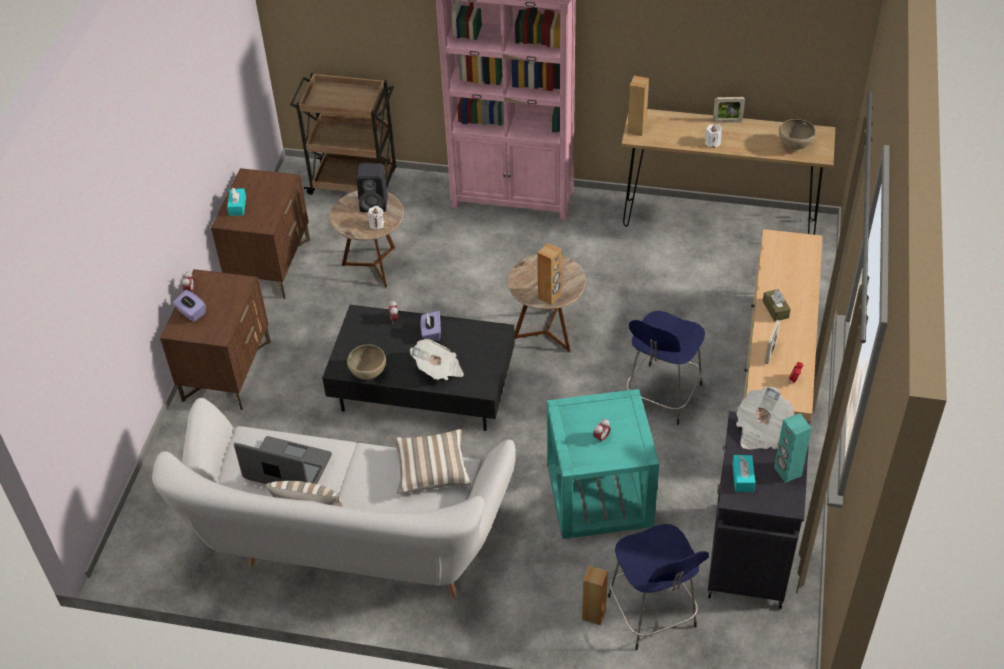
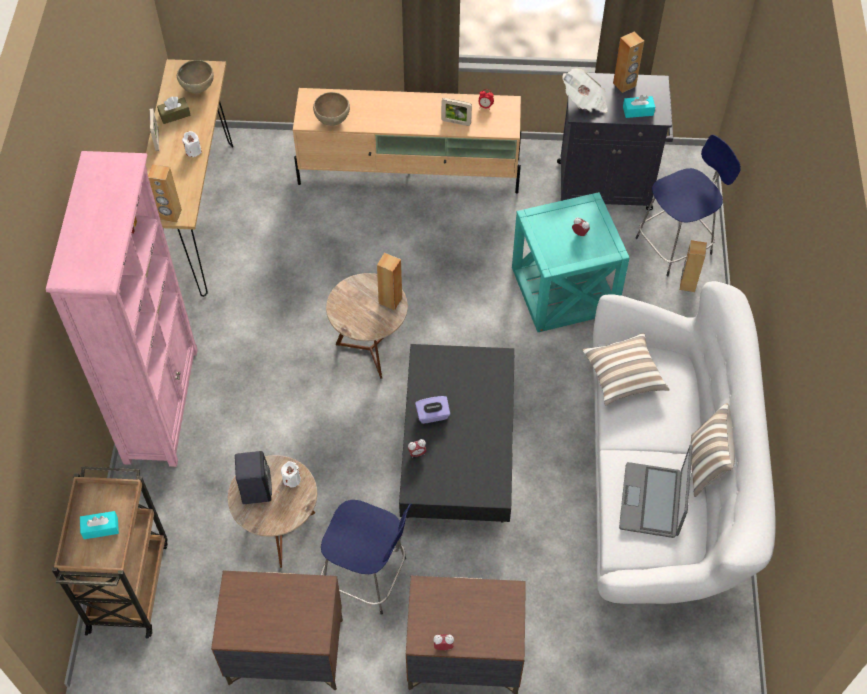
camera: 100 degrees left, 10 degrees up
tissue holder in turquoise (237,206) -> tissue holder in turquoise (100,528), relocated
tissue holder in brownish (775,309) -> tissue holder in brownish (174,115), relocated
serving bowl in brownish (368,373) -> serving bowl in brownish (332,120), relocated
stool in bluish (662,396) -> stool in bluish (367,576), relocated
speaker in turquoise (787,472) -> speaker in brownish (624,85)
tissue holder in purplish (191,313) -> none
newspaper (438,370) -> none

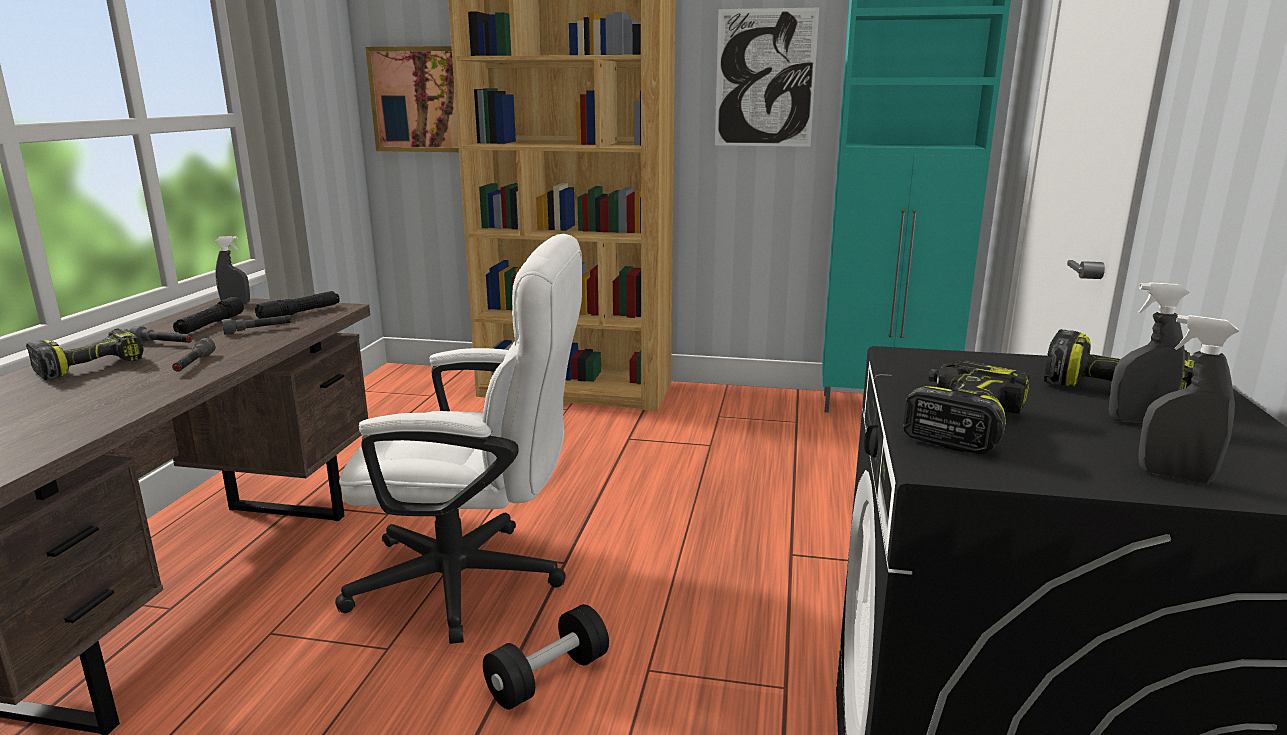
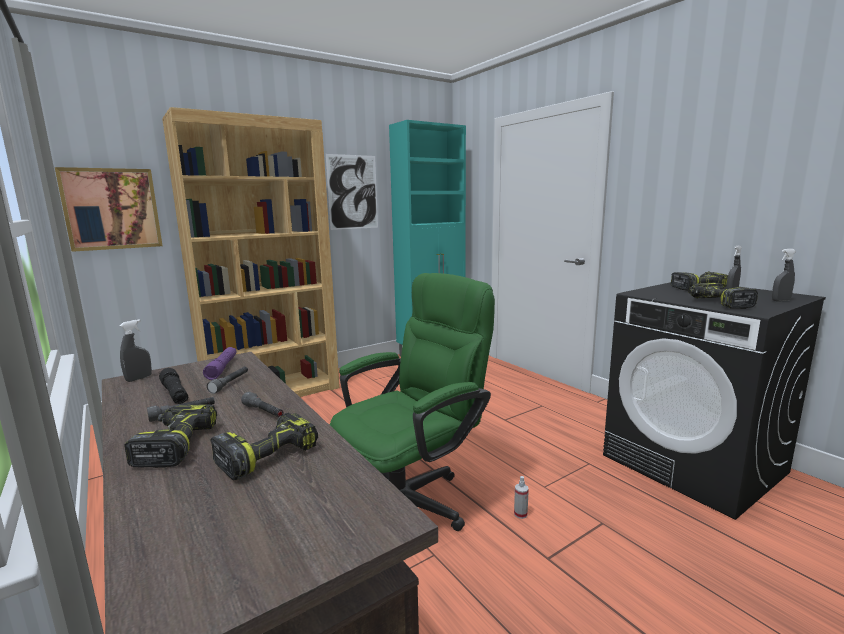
camera: 45 degrees left, 5 degrees down
torch in black-coloured (300,313) -> torch in purplish (222,368)
none -> drill (267,454)
computer chair in white-coloured (476,581) -> computer chair in green-coloured (411,500)
hand weight in black-coloured (548,677) -> spray bottle (520,514)

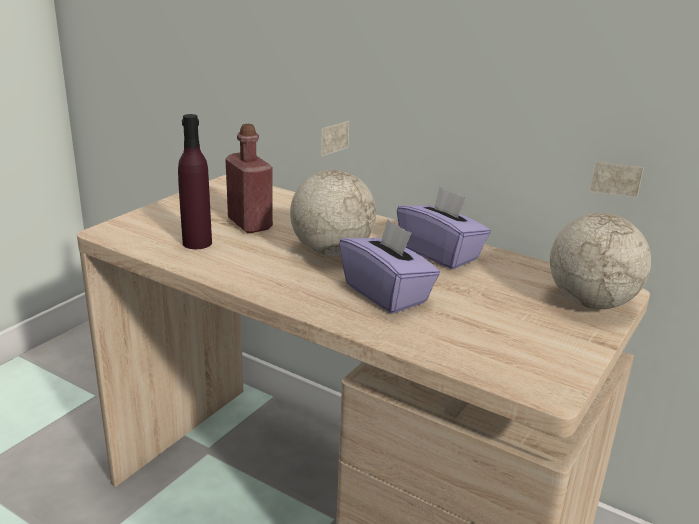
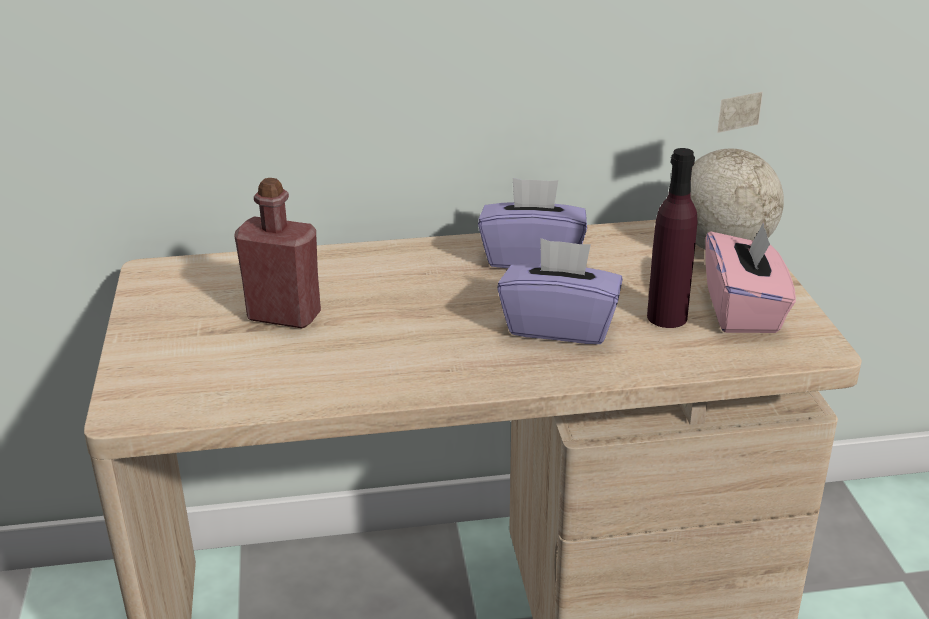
camera: 40 degrees left, 5 degrees up
beverage bottle in purplish (197,243) -> beverage bottle in purplish (667,317), relocated
none -> tissue holder in pinkish (743,310)
desk globe (330,252) -> none

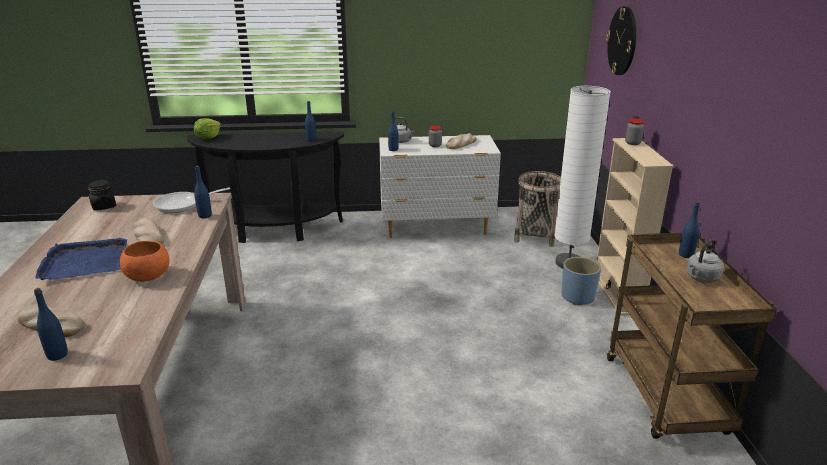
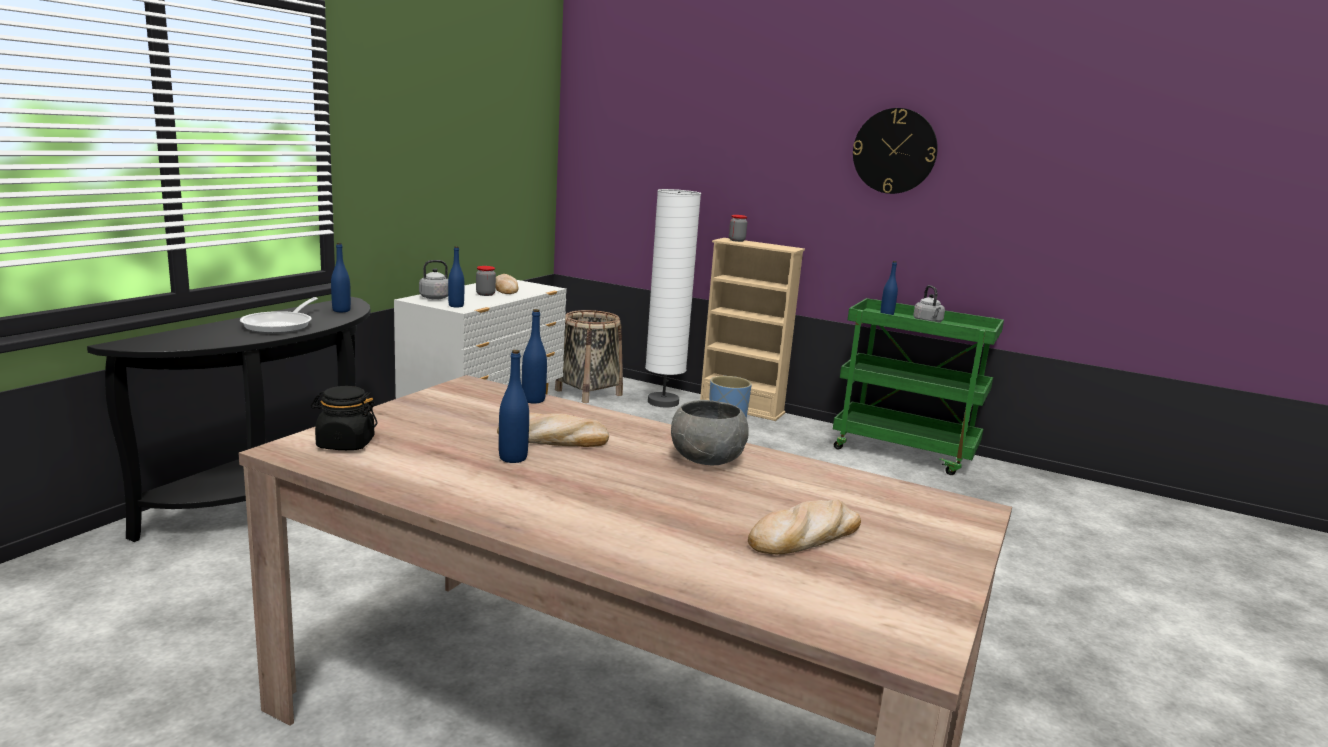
camera: 60 degrees left, 10 degrees down
frying pan (182,205) -> frying pan (281,325), relocated
beverage bottle in bluish (57,355) -> beverage bottle in bluish (513,458), relocated
serving bowl in orangey (148,276) -> serving bowl in gray (707,459)
trolley in brownish (667,397) -> trolley in green-coloured (905,452)
hanging clock (622,41) -> hanging clock (894,151), relocated
serving tray in bluish (85,262) -> none
head of lettuce (208,137) -> none

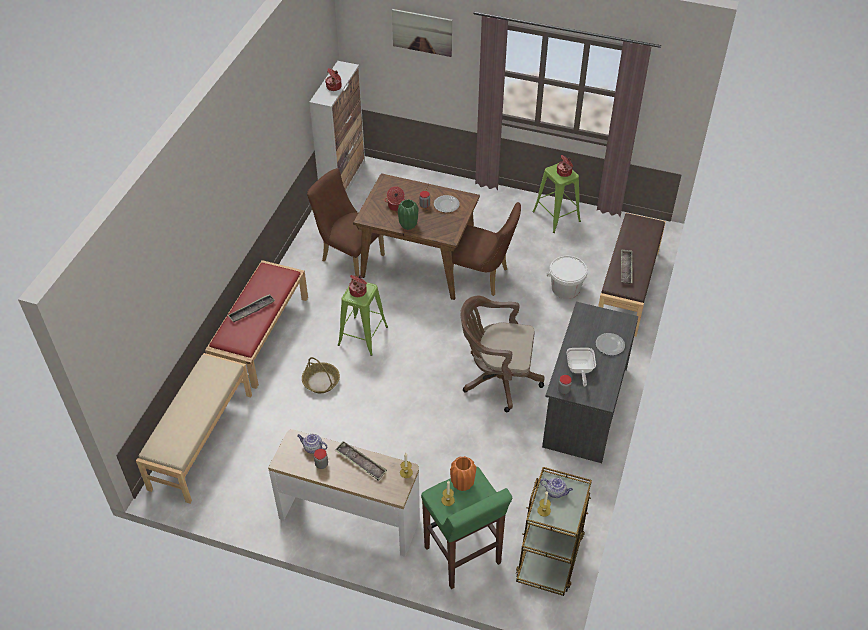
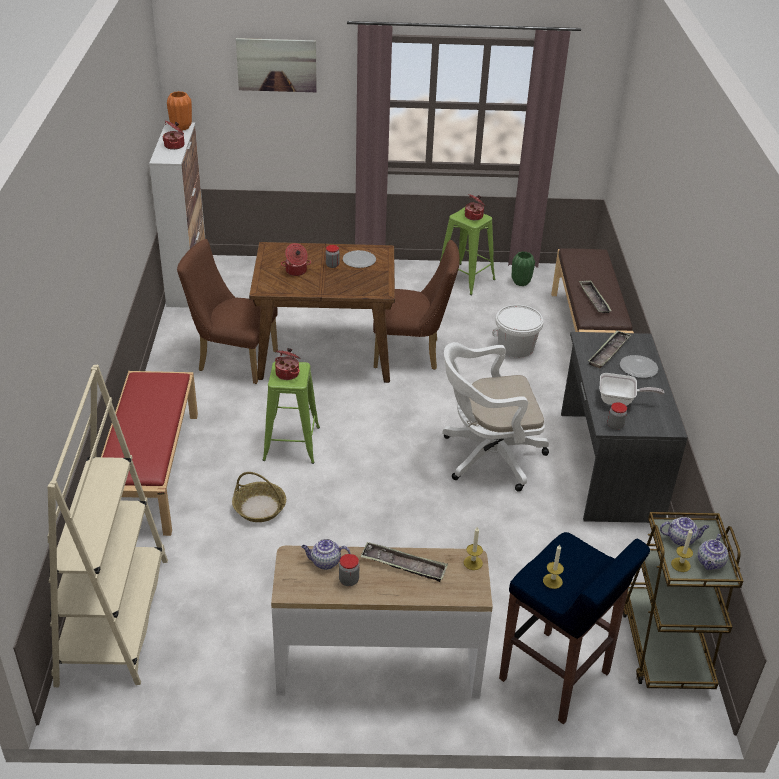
camera: 20 degrees left, 10 degrees down
bench in beige (200,440) -> shelving unit in beige (114,620)
vase in orangey (462,484) -> vase in orangey (181,127), relocated
computer chair in brownish (497,379) -> computer chair in white-coloured (486,457)
stool in green-coloured (463,556) -> stool in bluish (556,677)
vase in green-coloured (408,225) -> vase in green-coloured (521,282), relocated
serving tray (252,310) -> serving tray (608,352), relocated
frying pan (579,370) -> frying pan (620,400), 60 degrees counterclockwise
none -> tea pot (710,563)

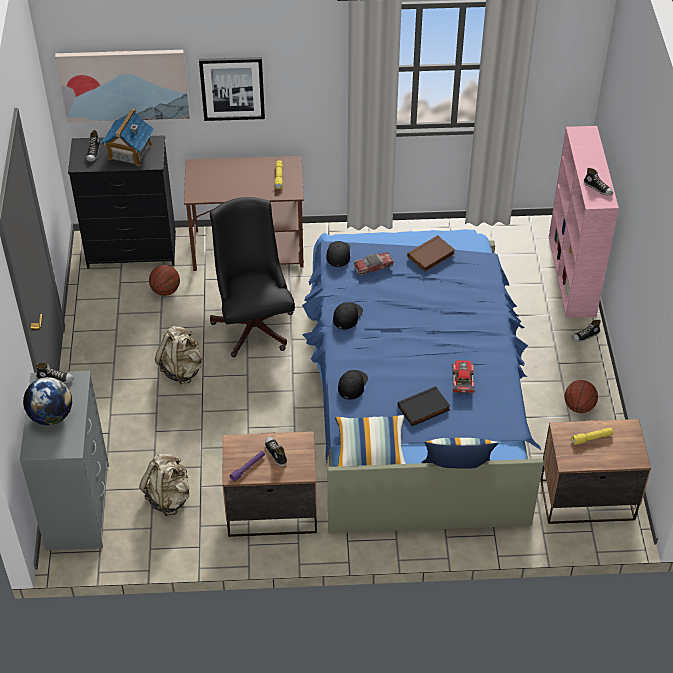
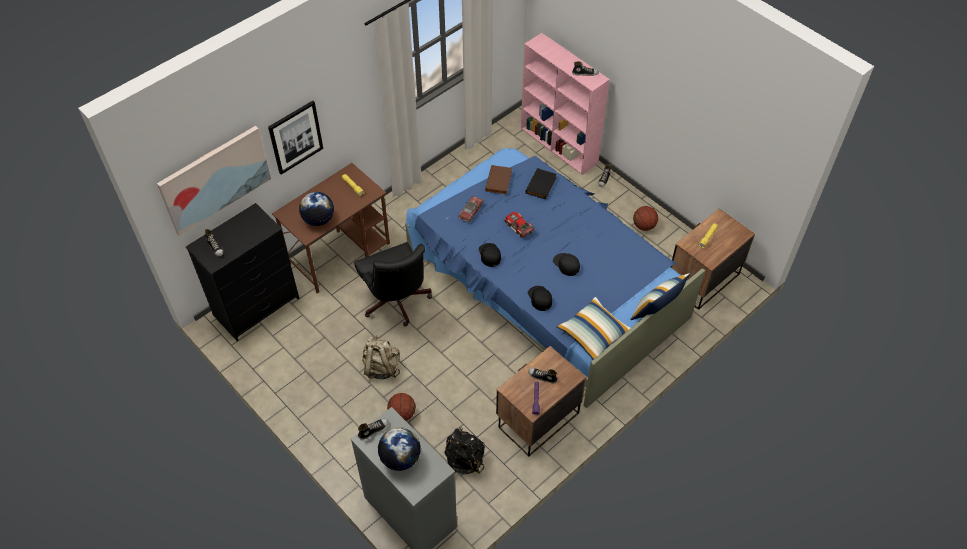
camera: 40 degrees left, 5 degrees up
none -> desk globe (318,219)
computer chair in black-coloured (253,323) -> computer chair in black-coloured (396,303), 150 degrees counterclockwise
ball for basketball (165,291) -> ball for basketball (402,414), relocated
knapsack in beige (168,497) -> knapsack in black-coloured (464,460)
toy car (461,380) -> toy car (518,227), relocated
bound book in black-coloured (424,409) -> bound book in black-coloured (541,185), relocated
cap in black-coloured (338,254) -> cap in black-coloured (566,264), relocated
toy house (129,152) -> none

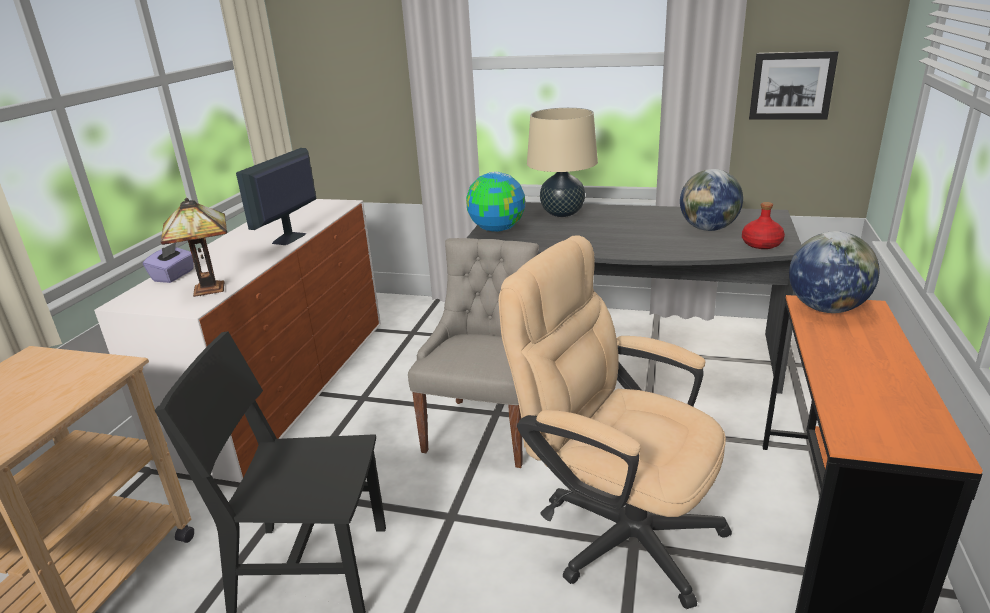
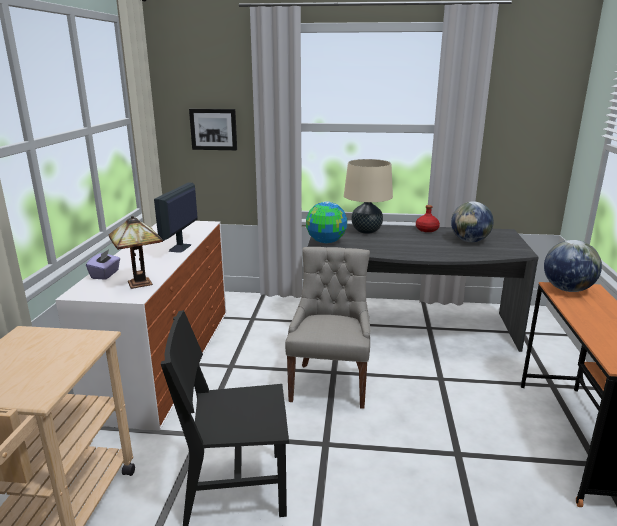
camera: 10 degrees left, 5 degrees down
wall art (791,85) -> wall art (213,129), relocated
beverage bottle in red (761,244) -> beverage bottle in red (426,229), relocated
computer chair in beige (615,528) -> none

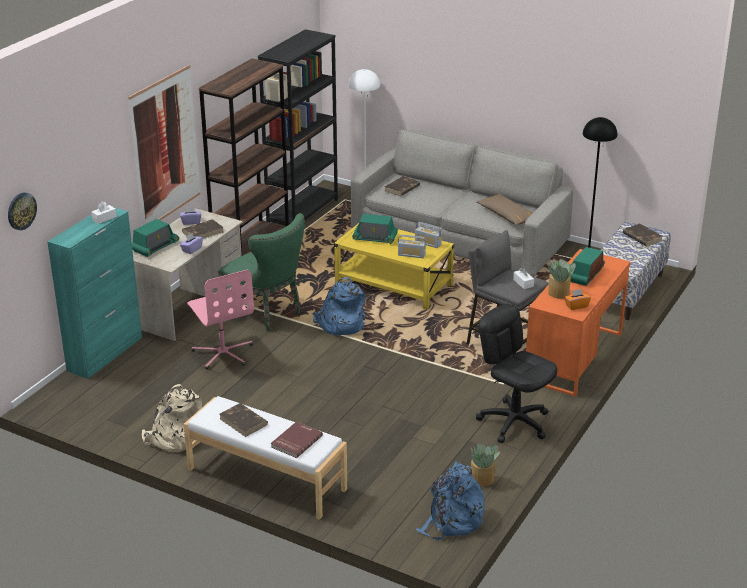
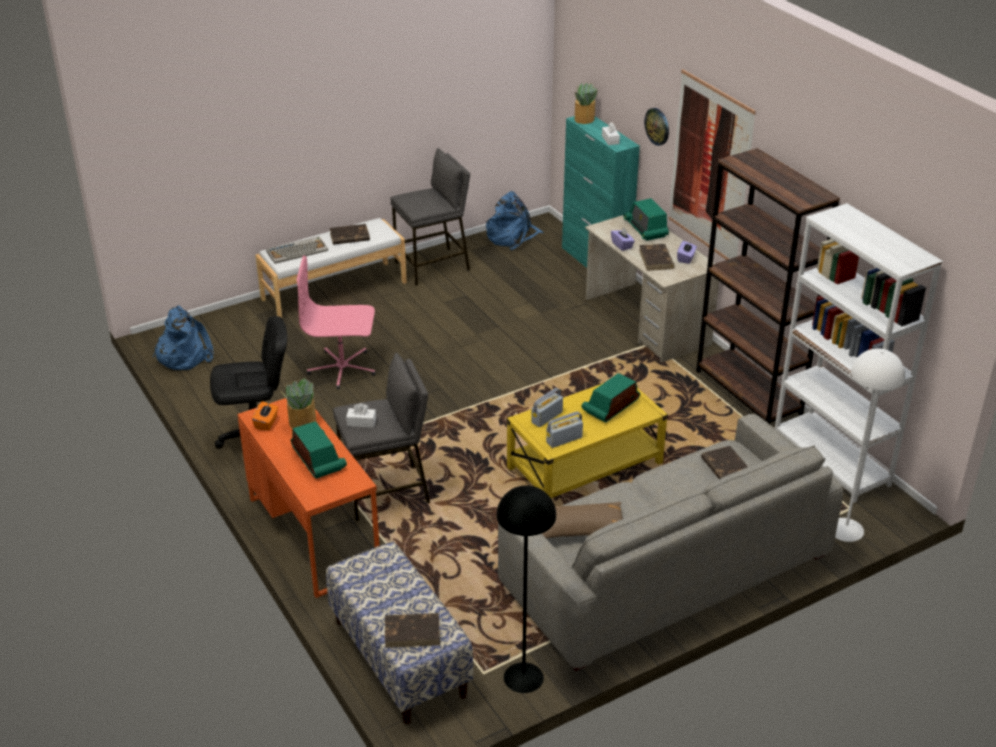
camera: 120 degrees right, 5 degrees up
bound book in red (296,441) -> computer keyboard (297,251)
computer chair in pinkish (223,353) -> computer chair in pinkish (342,369), relocated
knapsack in beige (175,438) -> stool in gray (433,266)
knapsack in bluish (340,324) -> knapsack in bluish (512,237), relocated
houseplant (482,479) -> houseplant (584,119), relocated
hanging clock (21,211) -> hanging clock (657,126), relocated
shelving unit in black-coloured (303,212) -> shelving unit in white-coloured (831,460)
chair in green-coloured (266,313) -> none

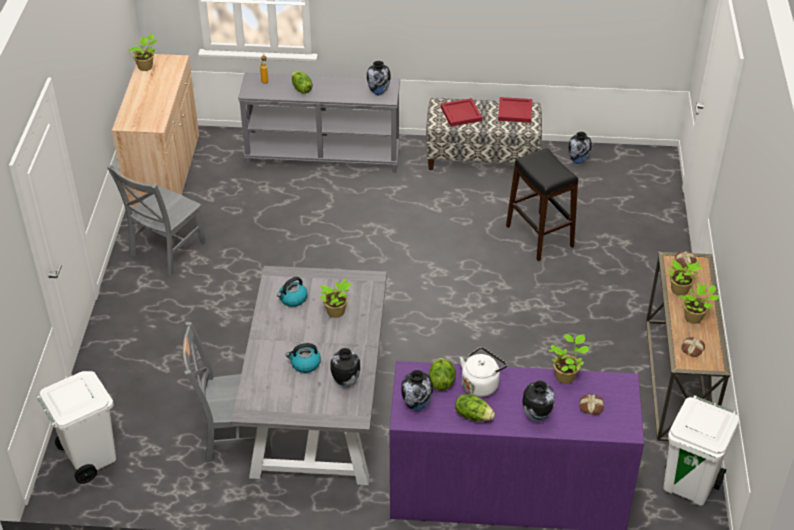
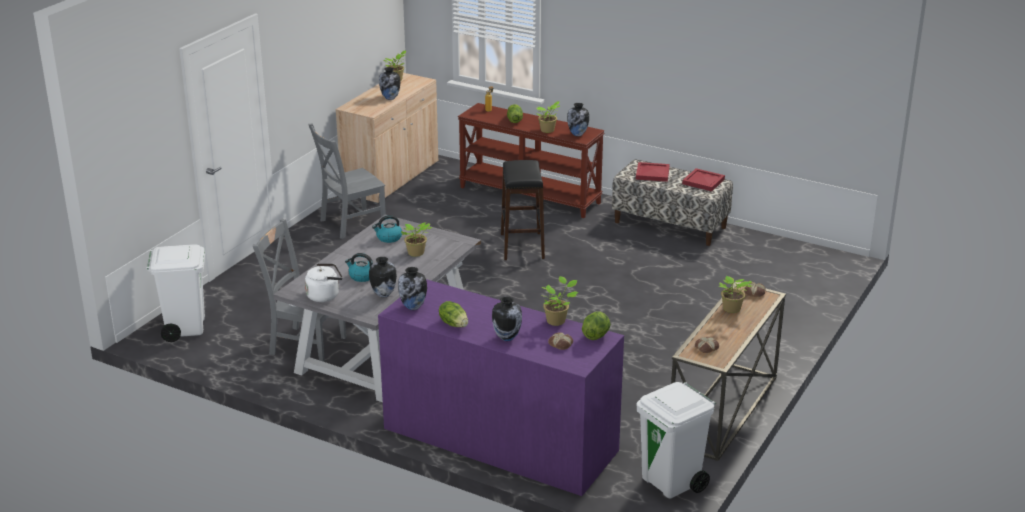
camera: 25 degrees right, 15 degrees down
kettle in white-coloured (481,384) -> kettle in white-coloured (325,295), relocated
vase (578,161) -> vase (390,98), relocated
narrow table in gray (323,156) -> narrow table in brownish (530,195)
stool in black-coloured (539,236) -> stool in black-coloured (522,246), relocated
houseplant (694,318) -> houseplant (548,130), relocated
head of lettuce (441,382) -> head of lettuce (596,335), relocated

